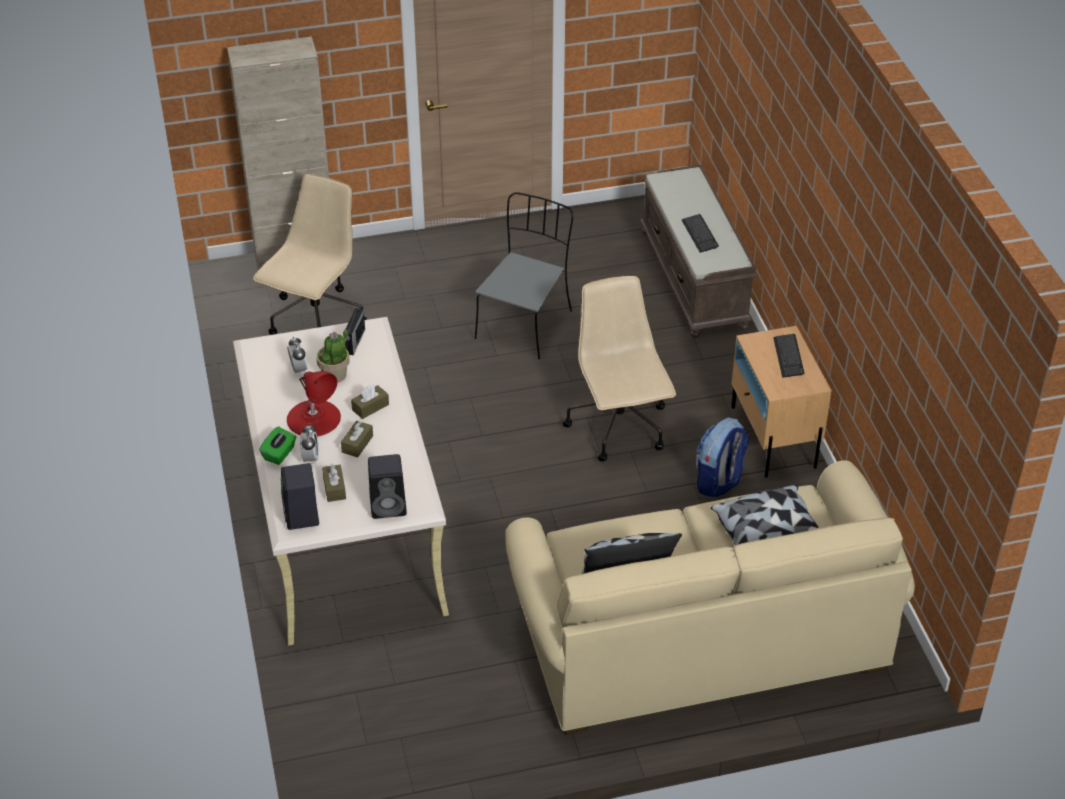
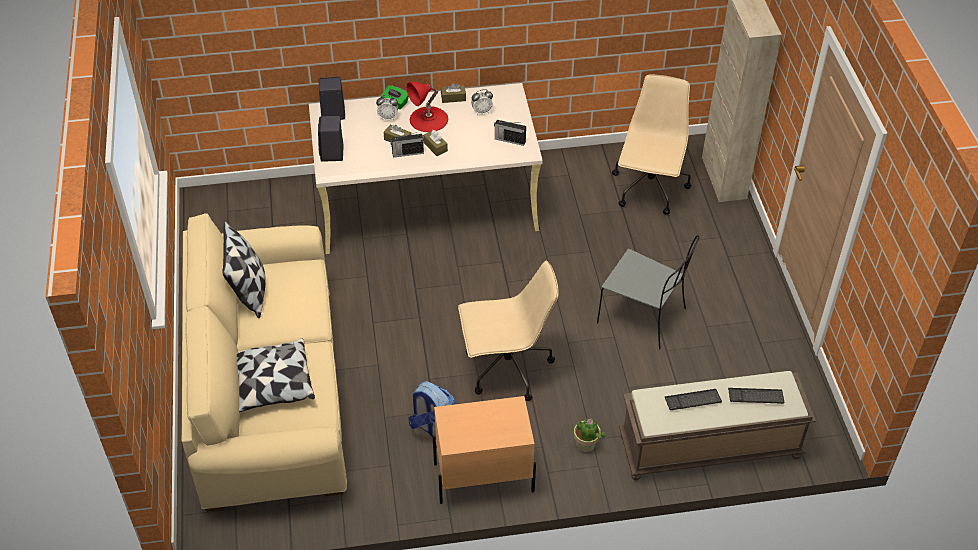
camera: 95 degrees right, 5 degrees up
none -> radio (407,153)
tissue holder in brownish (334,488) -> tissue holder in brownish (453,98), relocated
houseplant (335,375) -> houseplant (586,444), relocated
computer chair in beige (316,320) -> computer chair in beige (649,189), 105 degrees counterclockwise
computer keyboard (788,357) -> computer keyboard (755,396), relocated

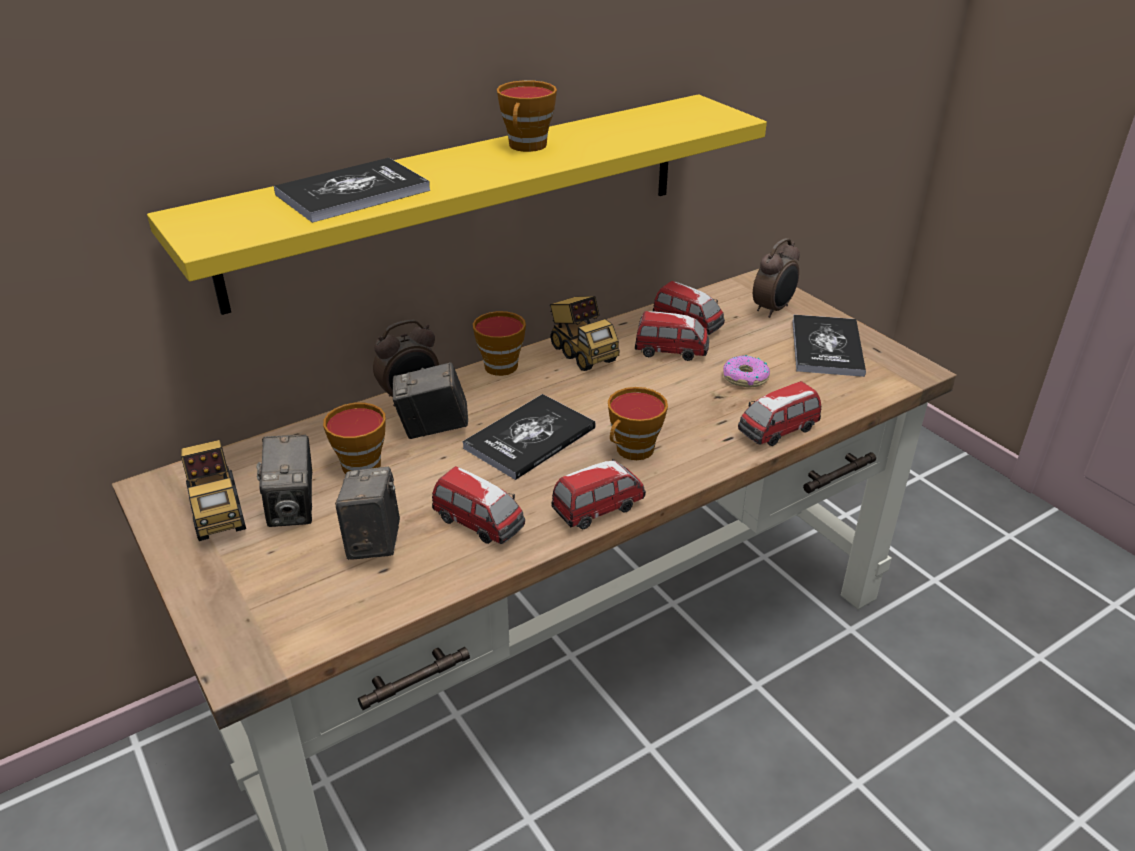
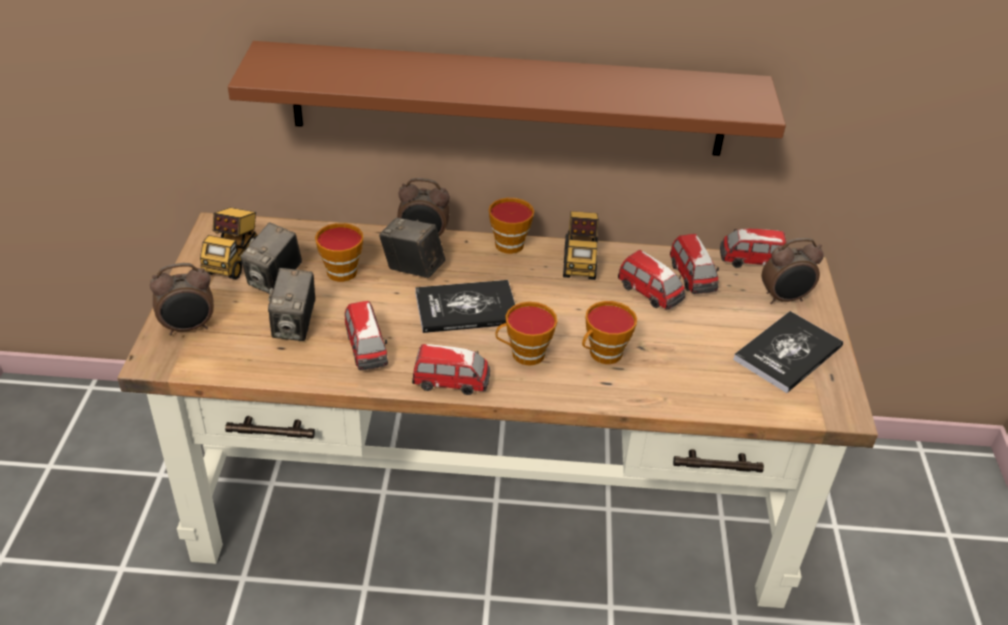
camera: 35 degrees right, 5 degrees up
none -> alarm clock (189,328)
wall shelf in yellow-coloured (464,197) -> wall shelf in brownish (508,99)
still camera (373,541) -> still camera (295,326), 150 degrees clockwise
cup (527,147) -> cup (603,355), relocated
toy car (778,432) -> toy car (750,261), relocated
bound book (353,192) -> none
donut (745,378) -> none

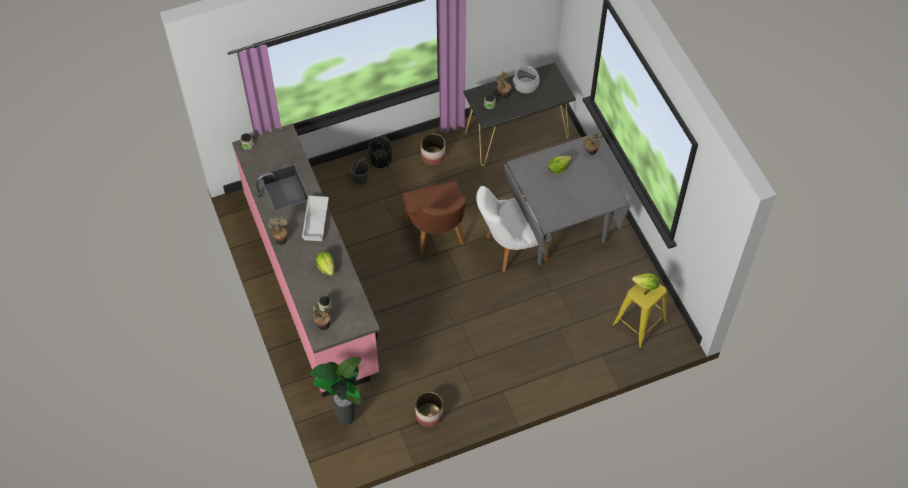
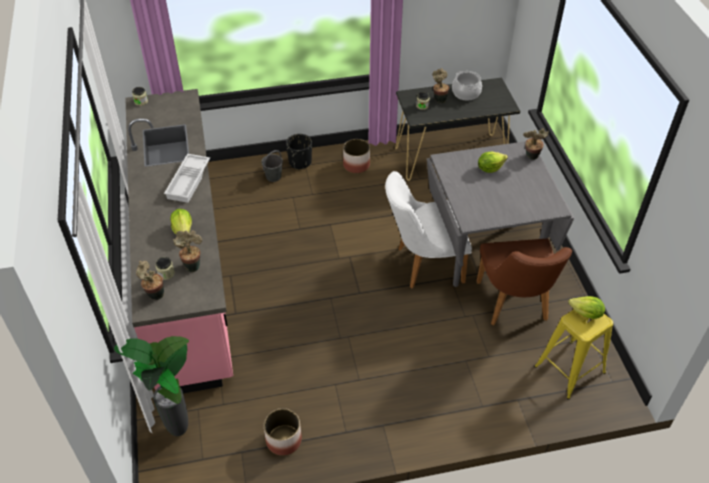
camera: 10 degrees right, 10 degrees down
houseplant (280,240) -> houseplant (192,265), relocated
chair in brownish (437,236) -> chair in brownish (514,306), relocated

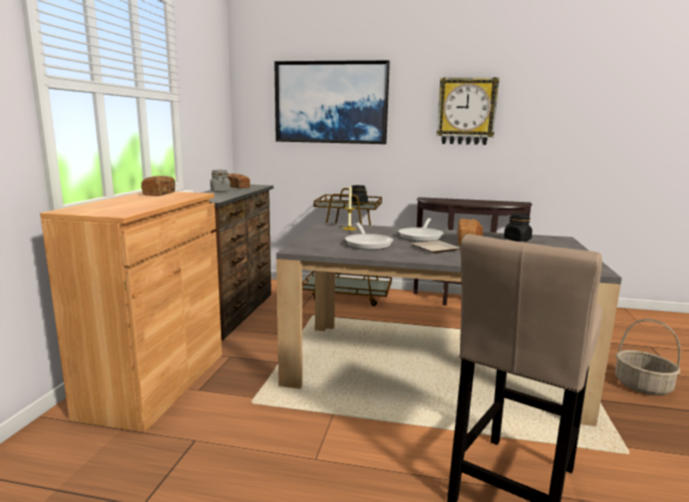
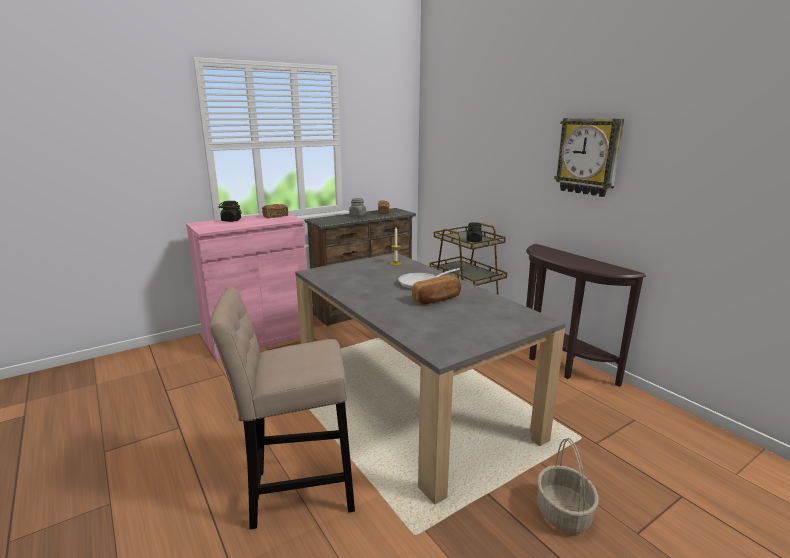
camera: 45 degrees right, 5 degrees up
storage cabinet in brownish (155,383) -> storage cabinet in pinkish (258,337)
jar in black-coloured (517,240) -> jar in black-coloured (231,220), relocated
wall art (331,103) -> none
frying pan (368,243) -> none
dinner plate (437,249) -> none

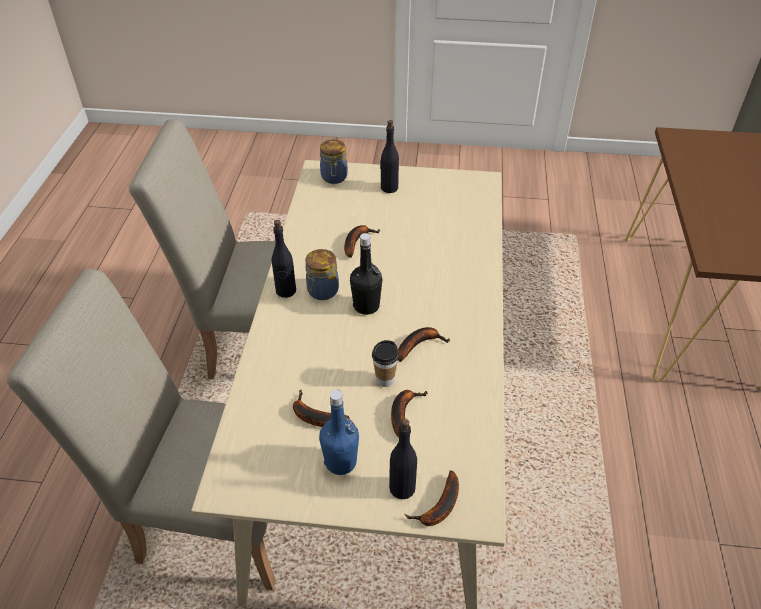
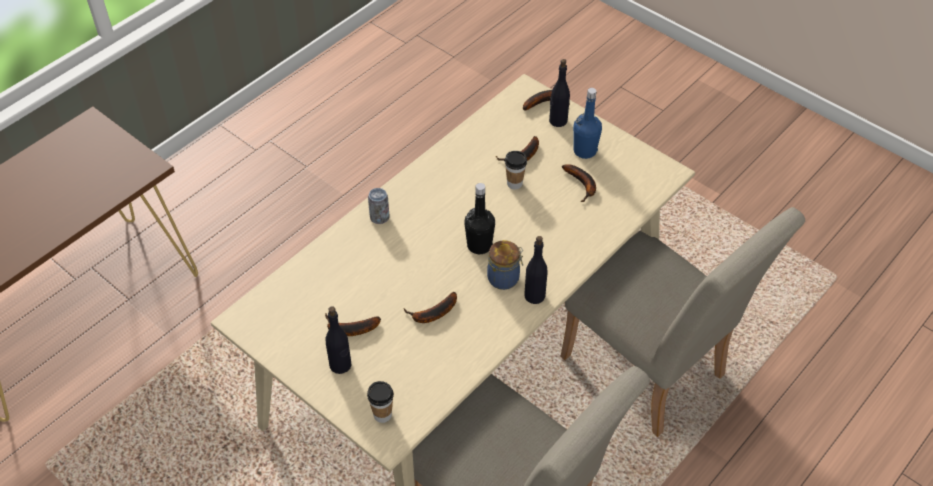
camera: 145 degrees left, 5 degrees up
banana fruit (419,344) -> banana fruit (349,329), relocated
jar (334,178) -> cup (382,415)
none -> sealed can (379,217)

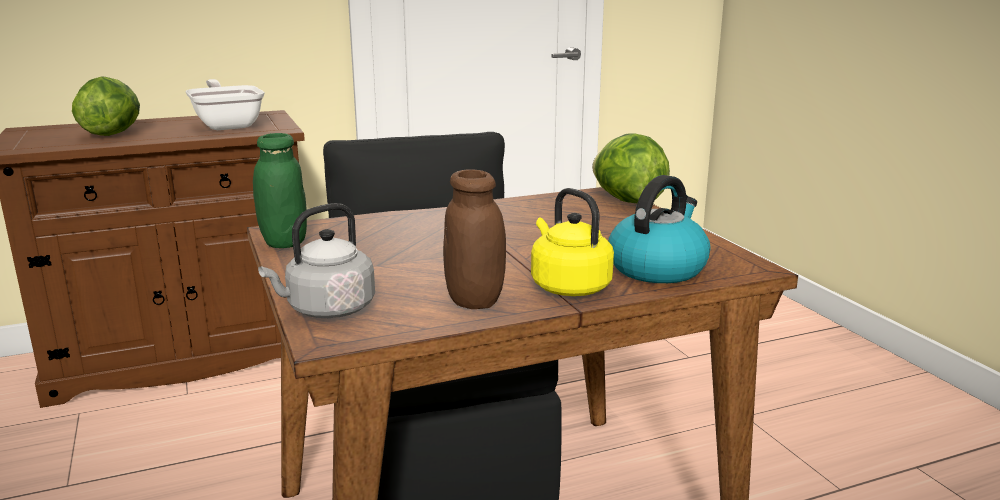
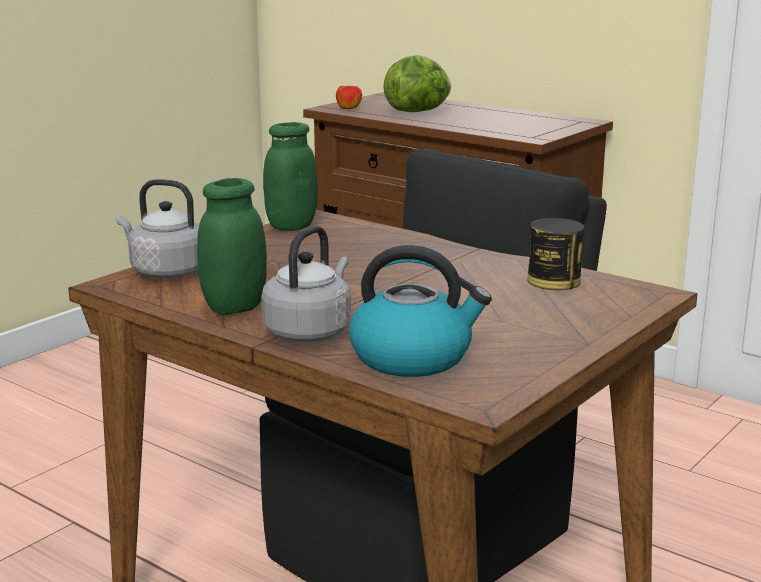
camera: 60 degrees right, 0 degrees up
jar in brownish (474,300) -> jar in green-coloured (235,307)
kettle in yellow-coloured (568,286) -> kettle in gray (310,331)
none -> whole apple (349,108)
none -> sealed can (553,281)
frying pan (228,125) -> none
head of lettuce (627,200) -> none

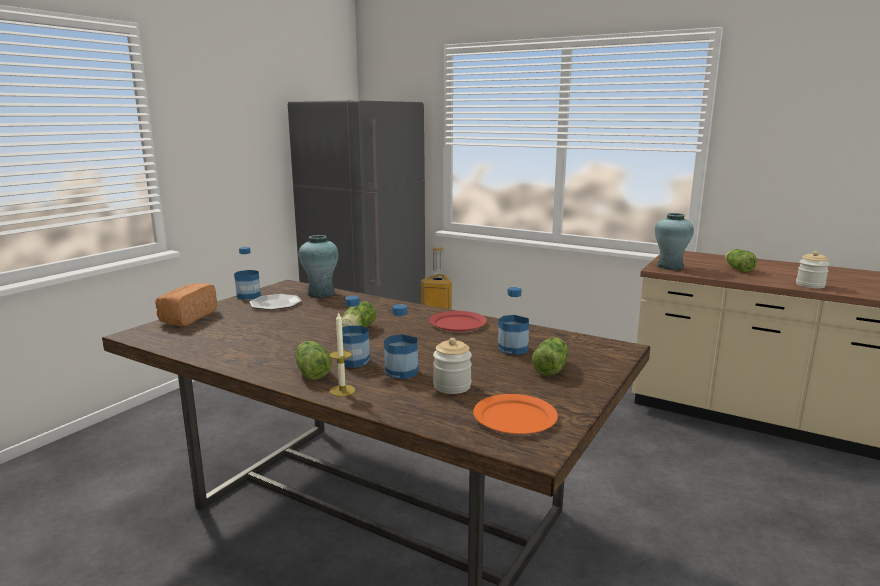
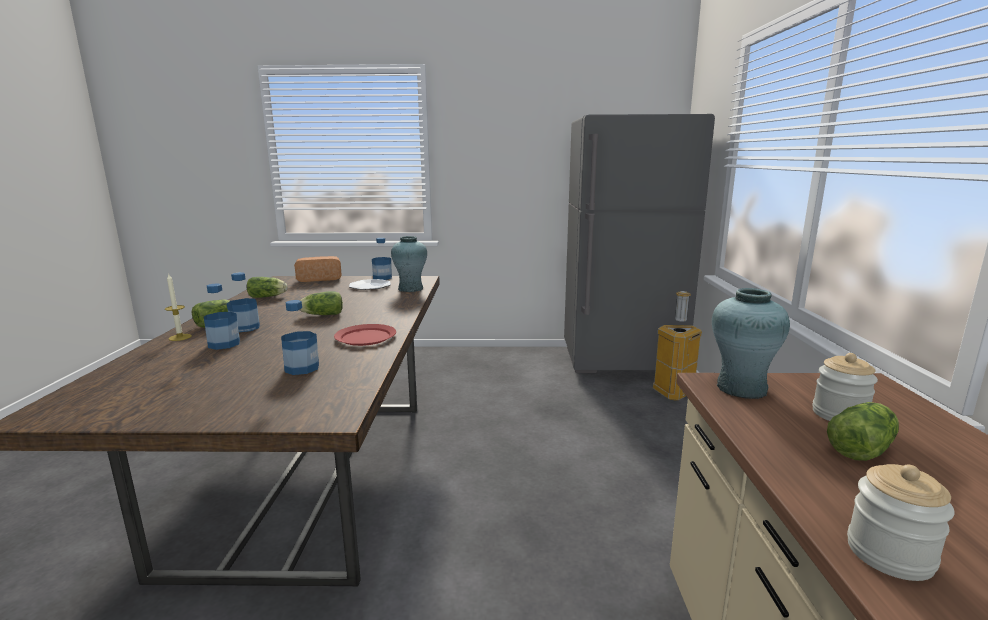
camera: 60 degrees right, 0 degrees up
head of lettuce (551,367) -> head of lettuce (268,297), relocated
jar (452,386) -> jar (839,414), relocated
dinner plate in orangey (515,418) -> none

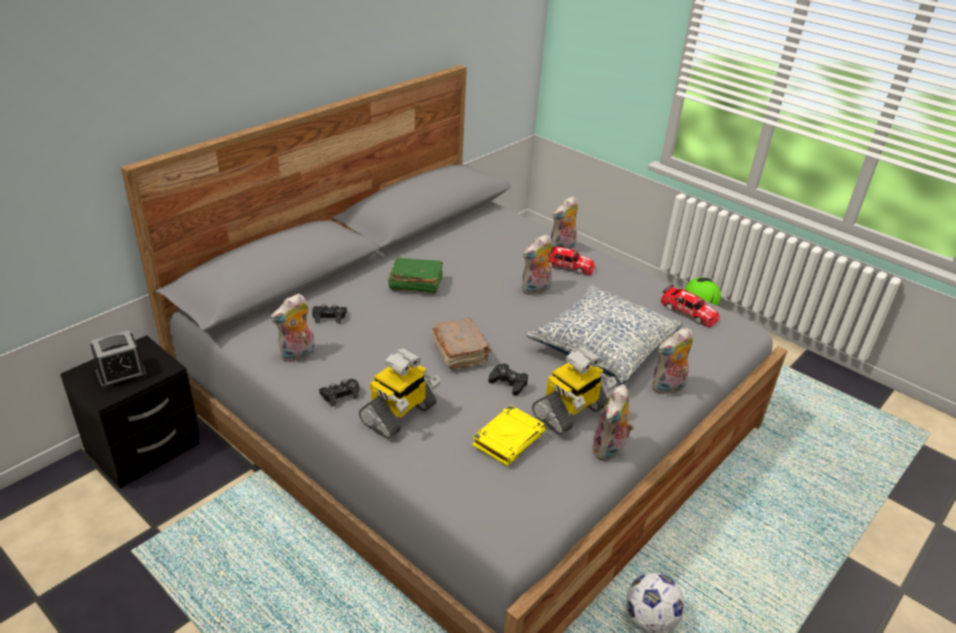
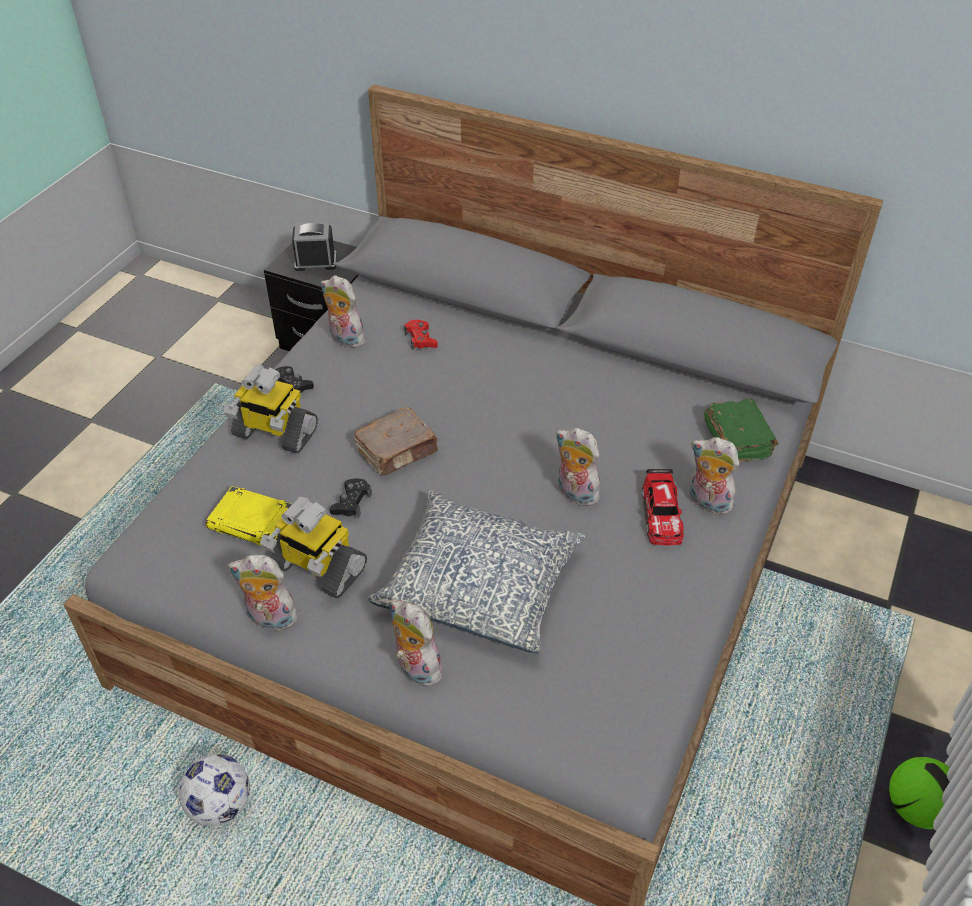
camera: 75 degrees right, 10 degrees up
alarm clock (121,374) -> alarm clock (315,261), 135 degrees clockwise
gamepad in black-coloured (329,317) -> gamepad in red (420,339)
bound book in green-coloured (415,284) -> bound book in green-coloured (737,440), relocated
toy car (689,312) -> none

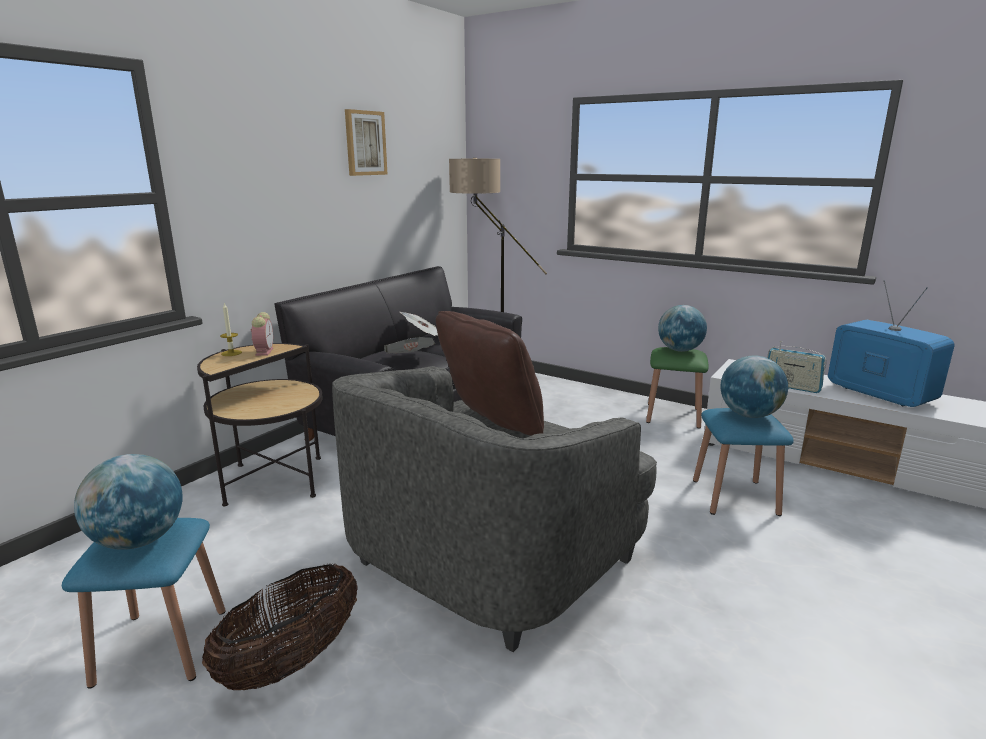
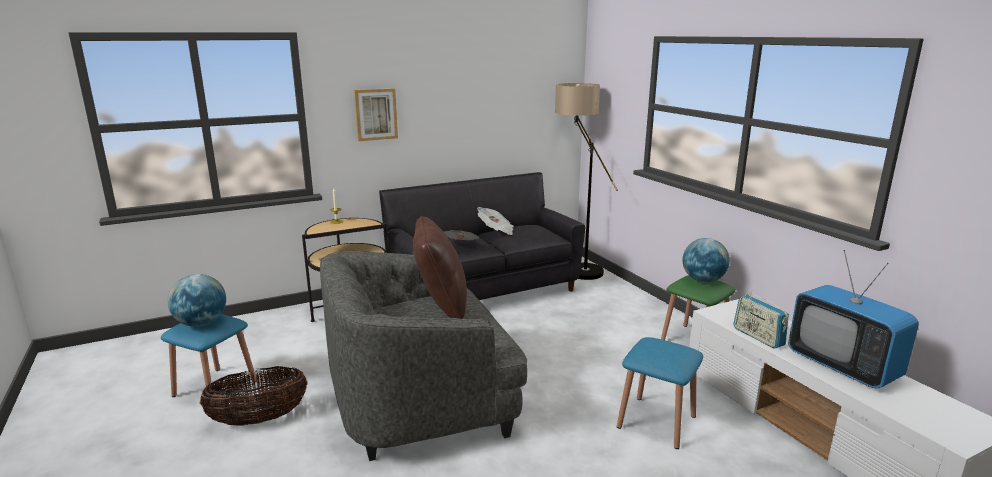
camera: 30 degrees right, 0 degrees up
wall art (365,143) -> wall art (375,114), relocated
television (879,394) -> television (842,366), 150 degrees clockwise
alarm clock (264,351) -> none
desk globe (749,415) -> none

